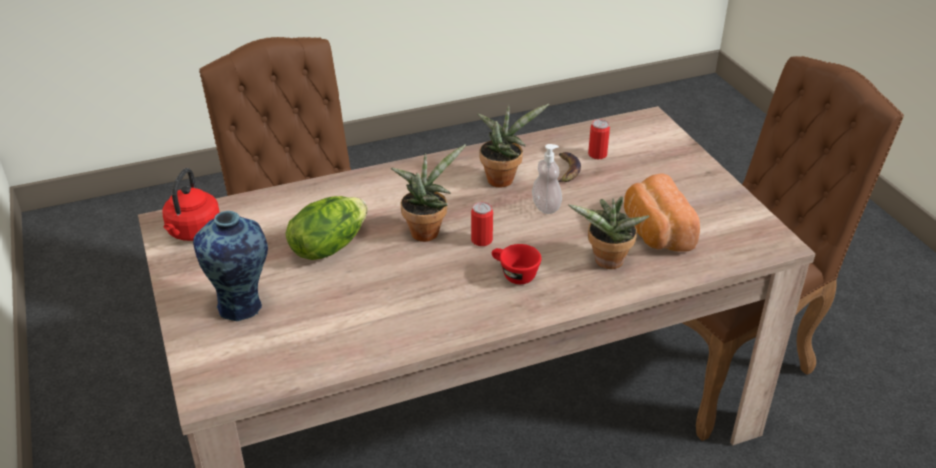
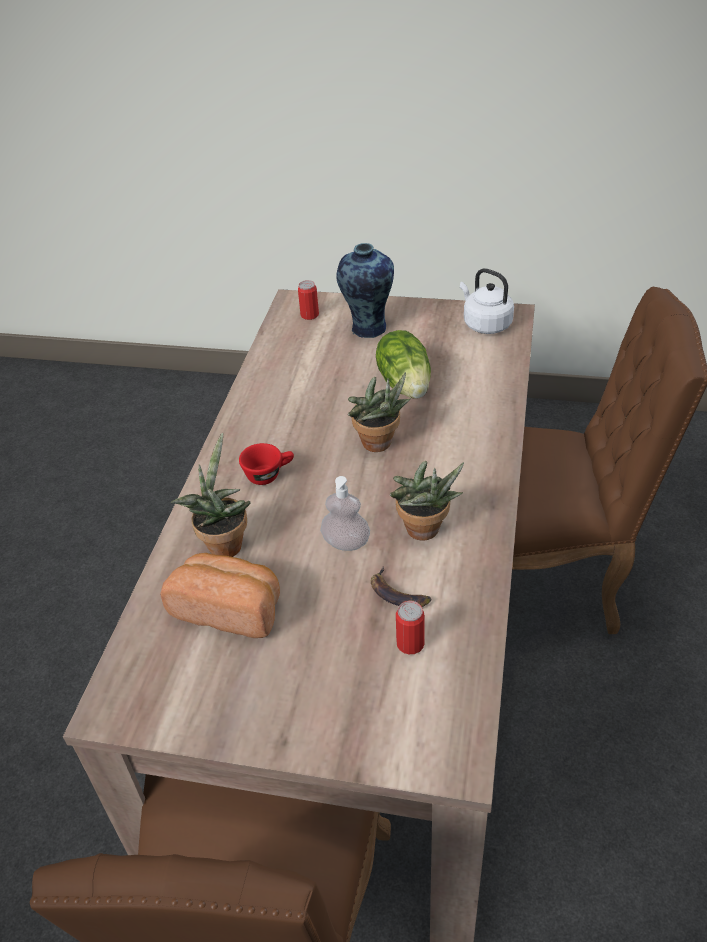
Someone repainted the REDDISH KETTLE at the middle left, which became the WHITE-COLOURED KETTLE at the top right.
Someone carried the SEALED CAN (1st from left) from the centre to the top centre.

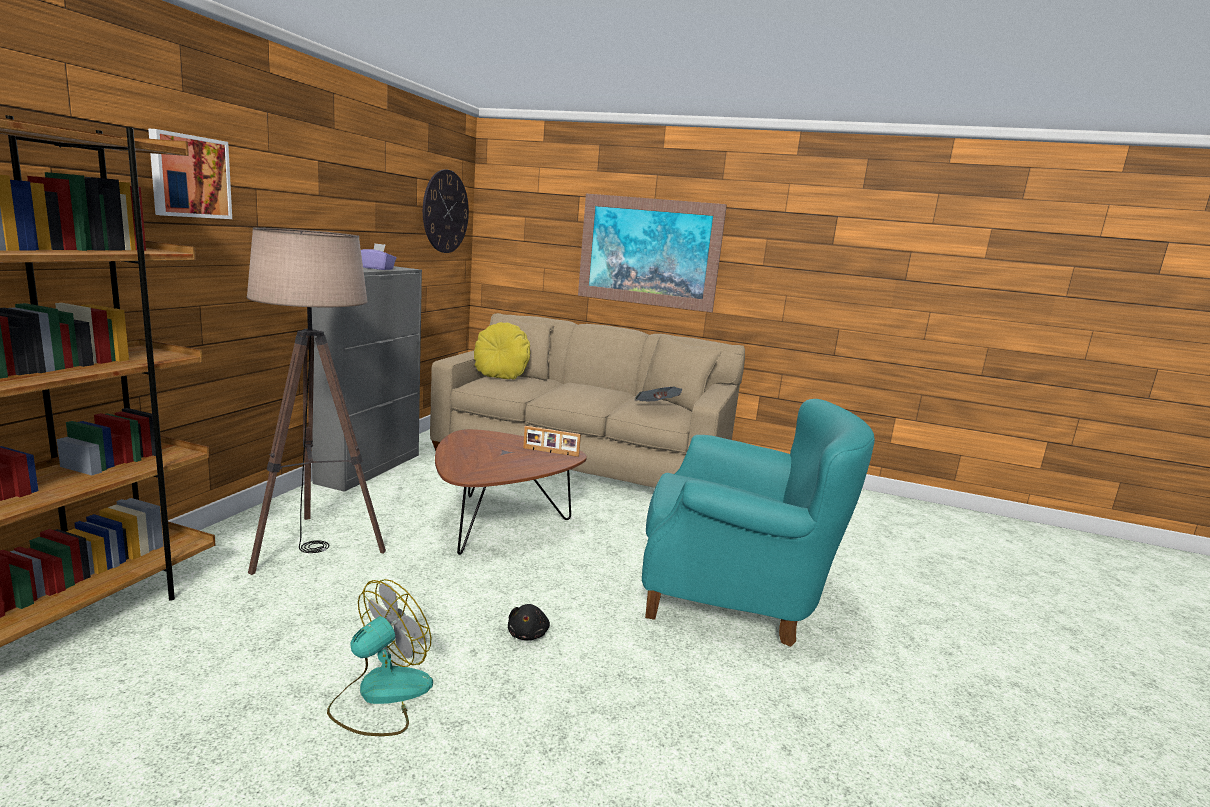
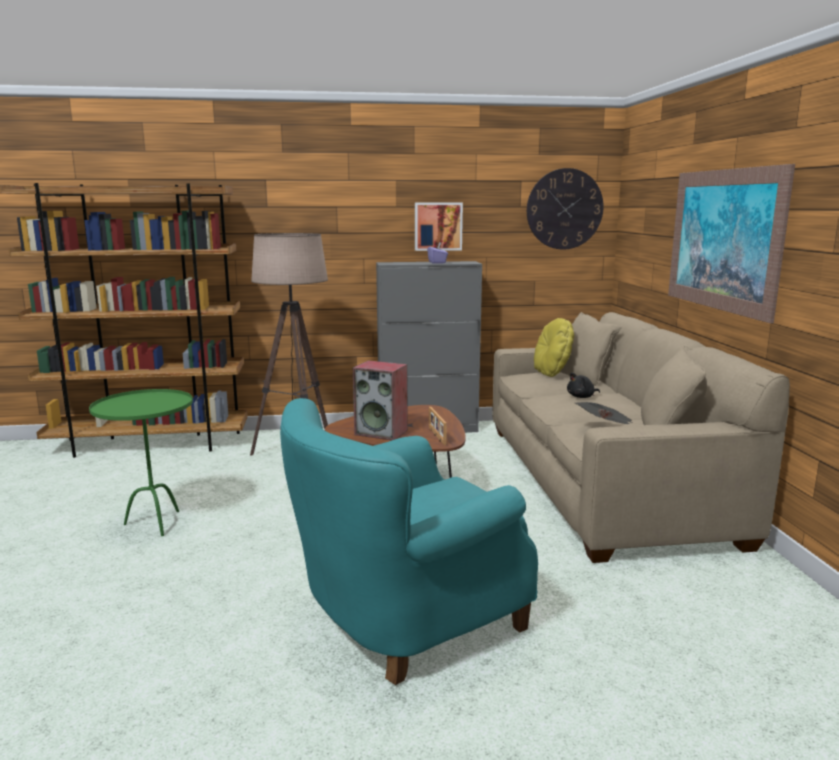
Someone carried the WALL PICTURE (1st from left) from the top left to the top centre.
Someone rotated the TURQUOISE-COLOURED LOUNGE CHAIR at the centre by 75 degrees clockwise.
Someone swapped the ELECTRIC FAN at the bottom left for the GREEN-COLOURED SIDE TABLE at the middle left.
Someone carried the BLACKISH CUDDLY TOY from the bottom centre to the middle right.
Someone put down the LOUDSPEAKER at the centre.

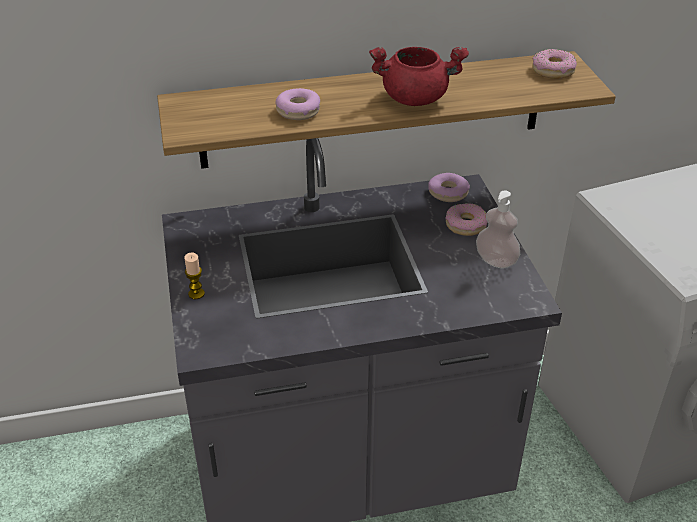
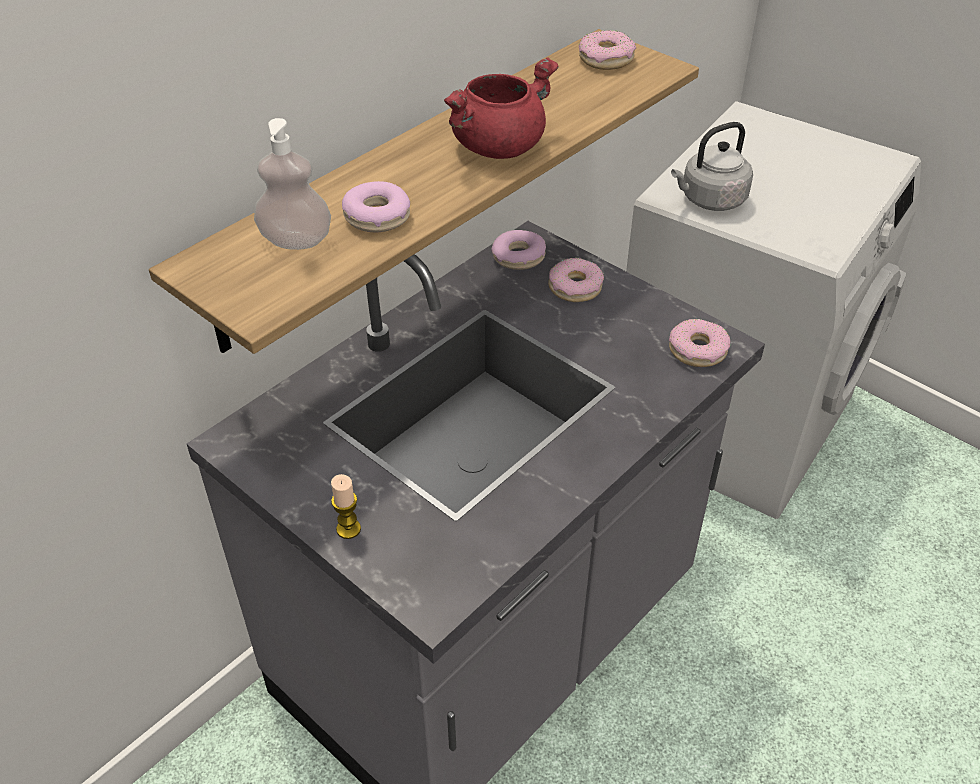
Someone carried the SOAP DISPENSER from the middle right to the top left.
Someone put down the GREY KETTLE at the top right.
Someone put down the RING DOUGHNUT (5th from left) at the middle right.

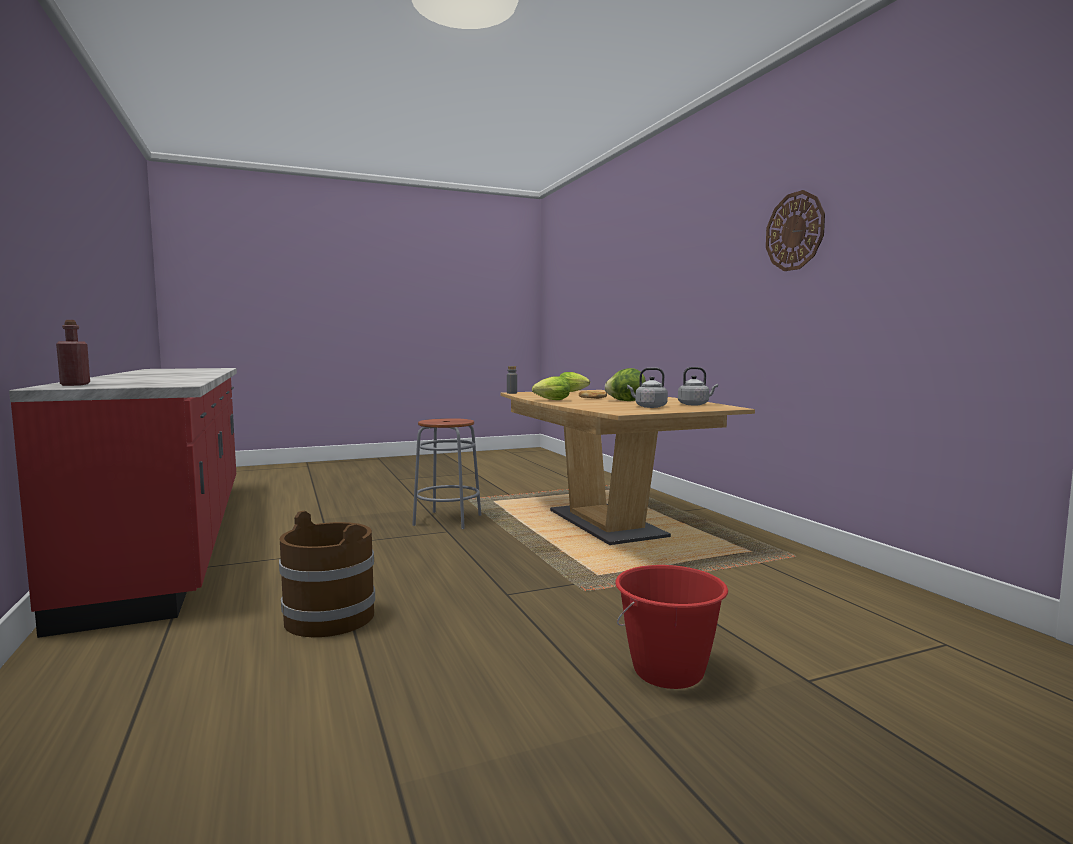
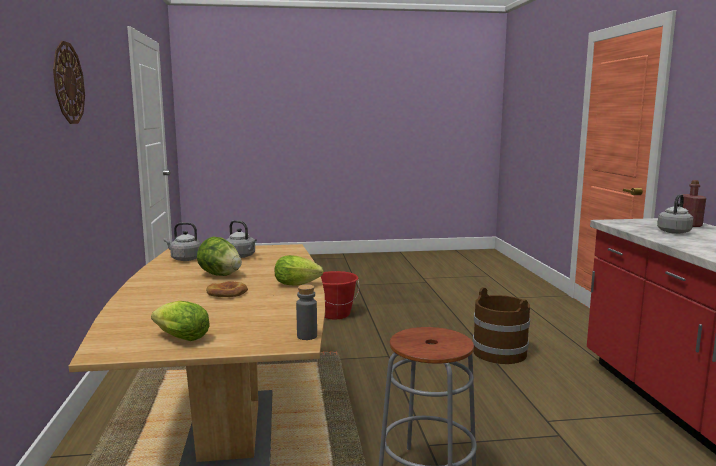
Someone put down the GREY KETTLE (3rd from left) at the middle right.

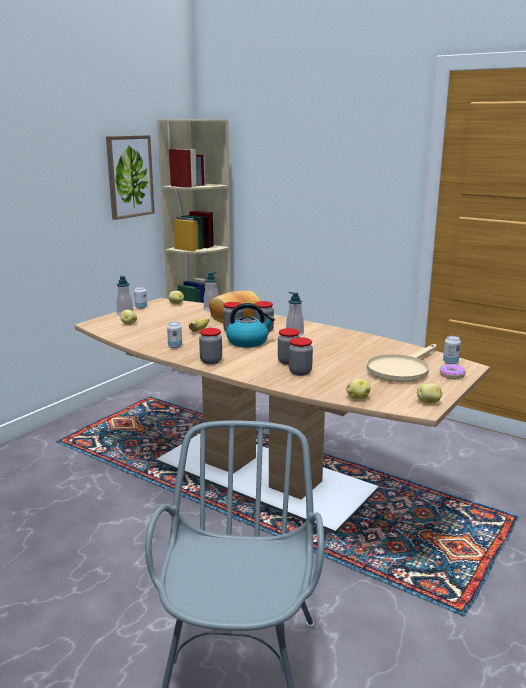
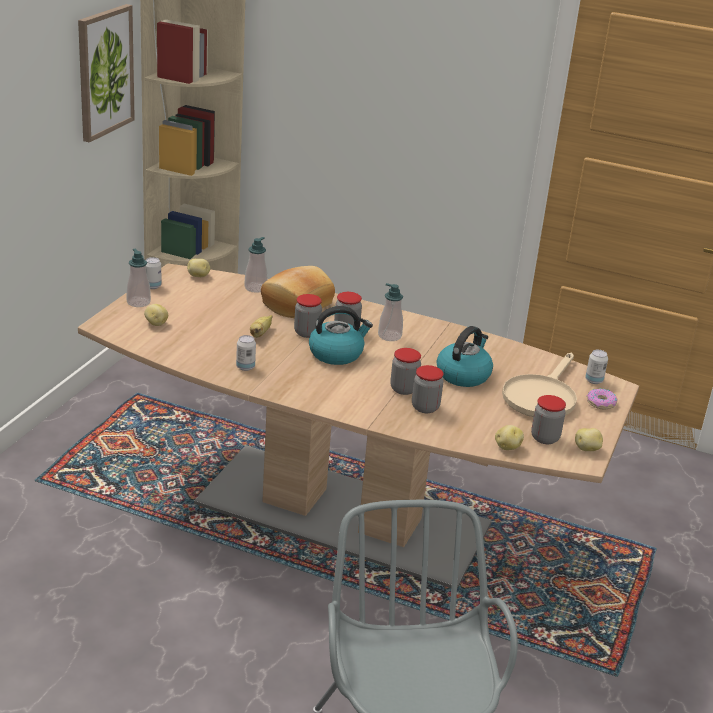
Someone carried the JAR (1st from left in the first image) from the centre to the middle right.
Someone put down the KETTLE (2nd from left) at the centre.

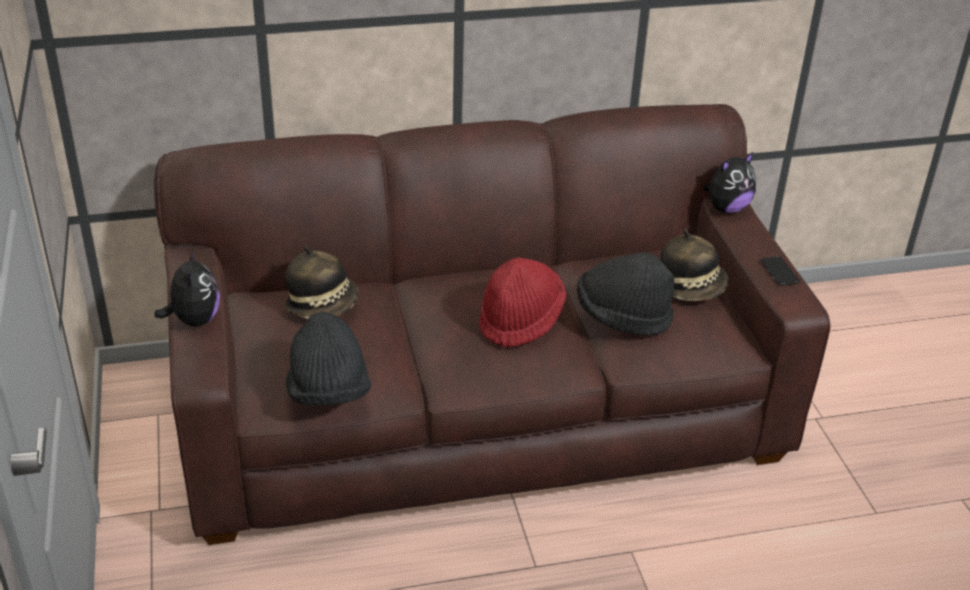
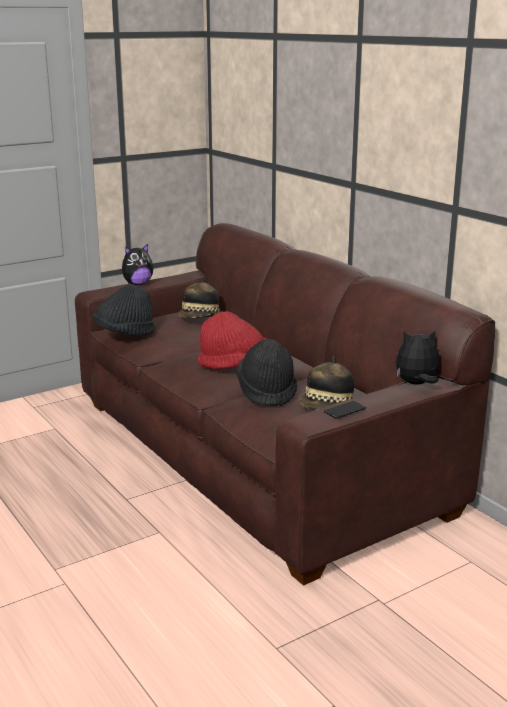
Someone rotated the CUDDLY TOY (2nd from left) at the top right by 135 degrees clockwise.

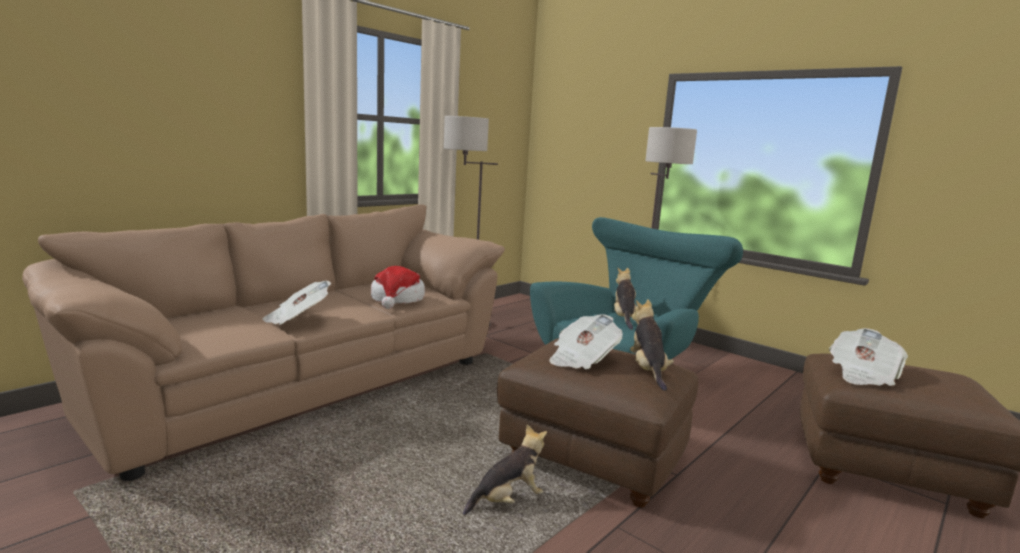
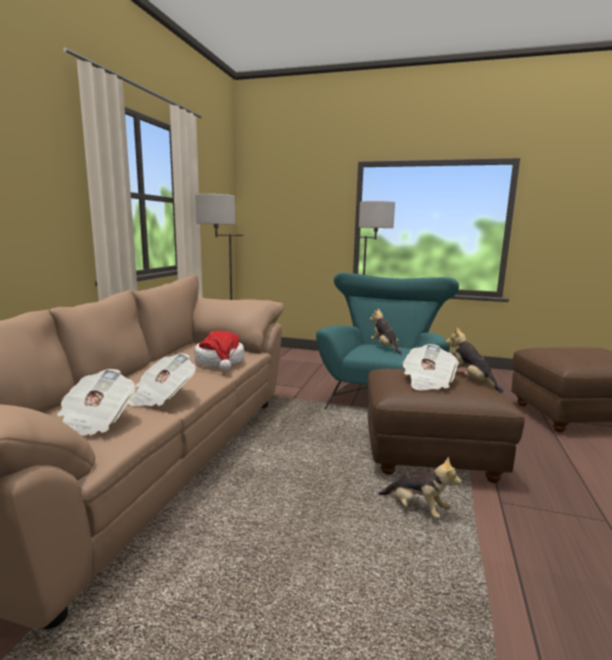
Someone carried the NEWSPAPER (3rd from left in the first image) from the middle right to the middle left.
Someone rotated the CUDDLY TOY (1st from left in the first image) at the bottom centre by 90 degrees clockwise.

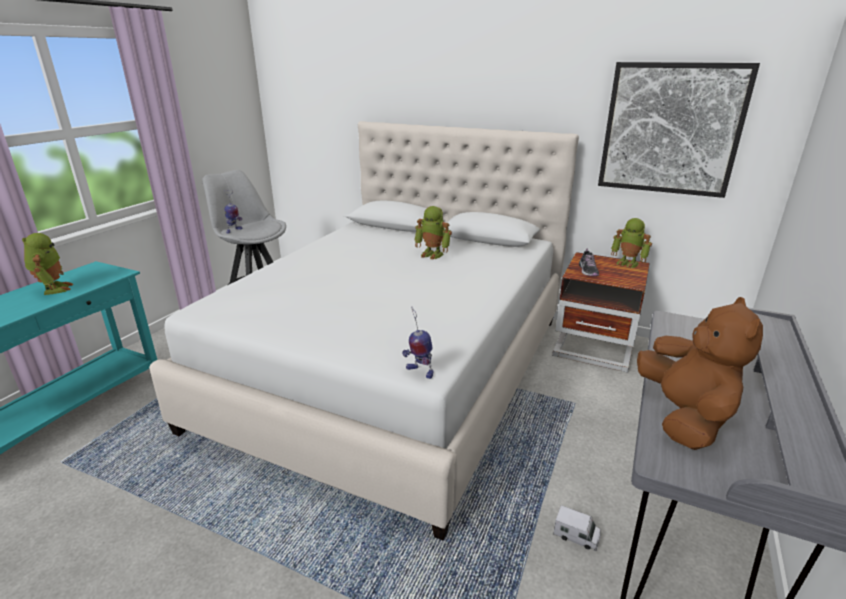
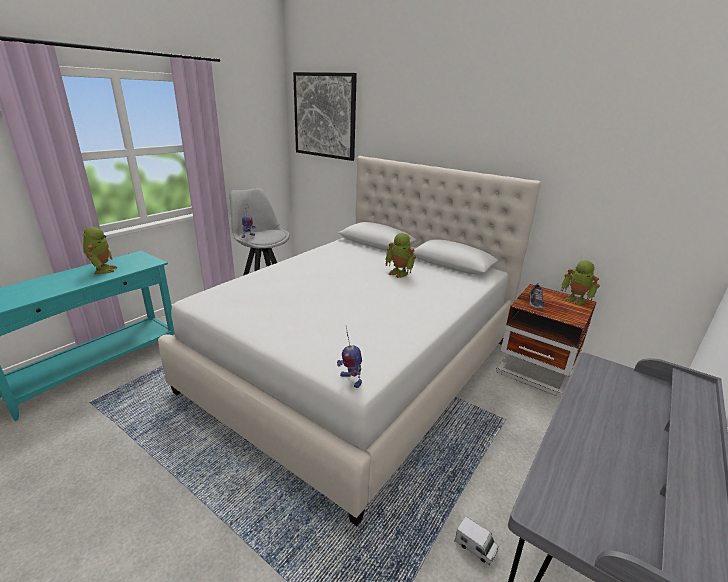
Someone carried the WALL PICTURE from the top right to the top centre.
Someone took away the BROWNISH CUDDLY TOY at the middle right.

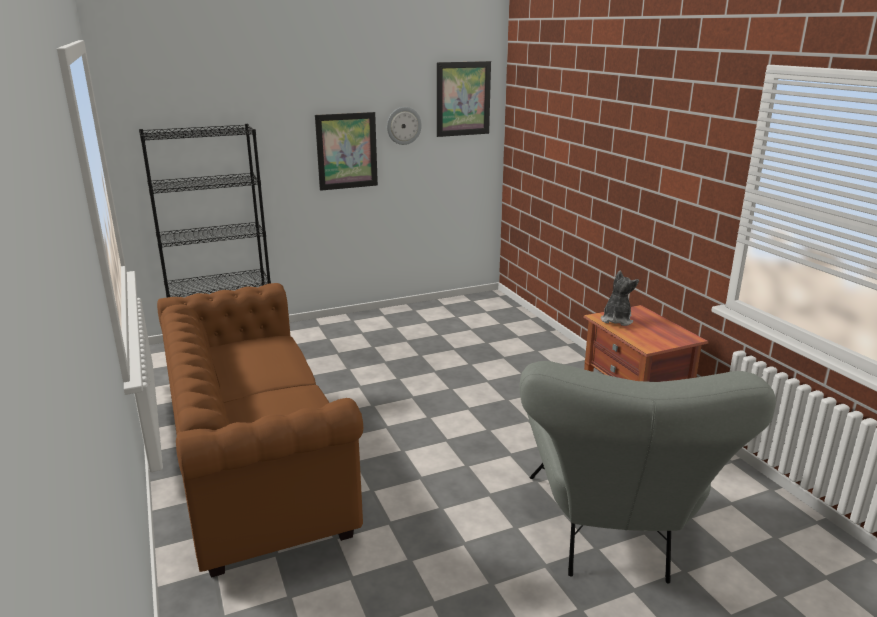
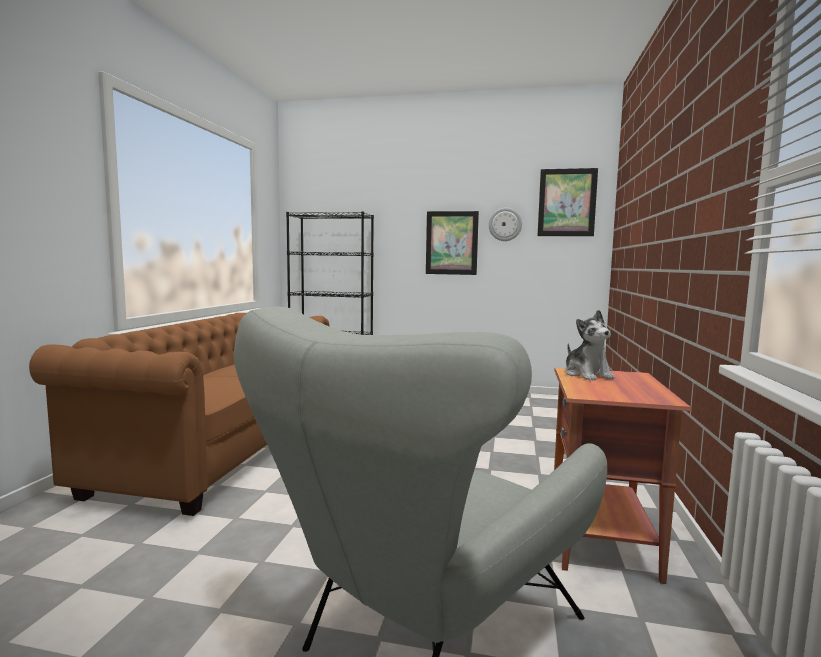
Someone rotated the CUDDLY TOY at the middle right by 105 degrees clockwise.

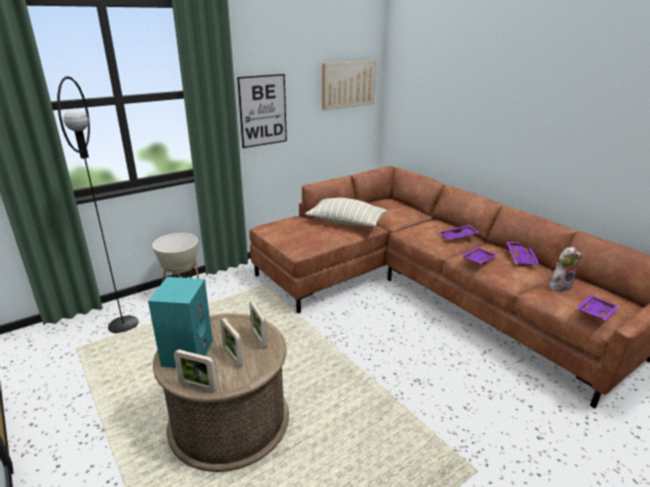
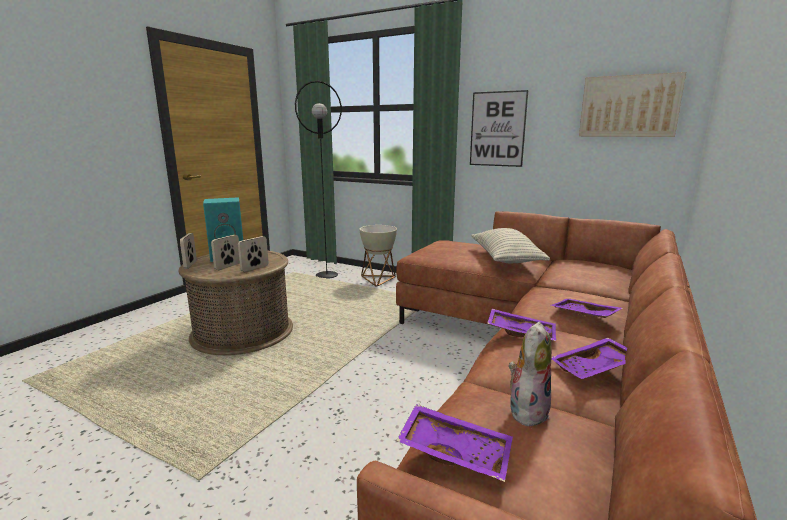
Someone rotated the CUDDLY TOY at the middle right by 105 degrees counterclockwise.

